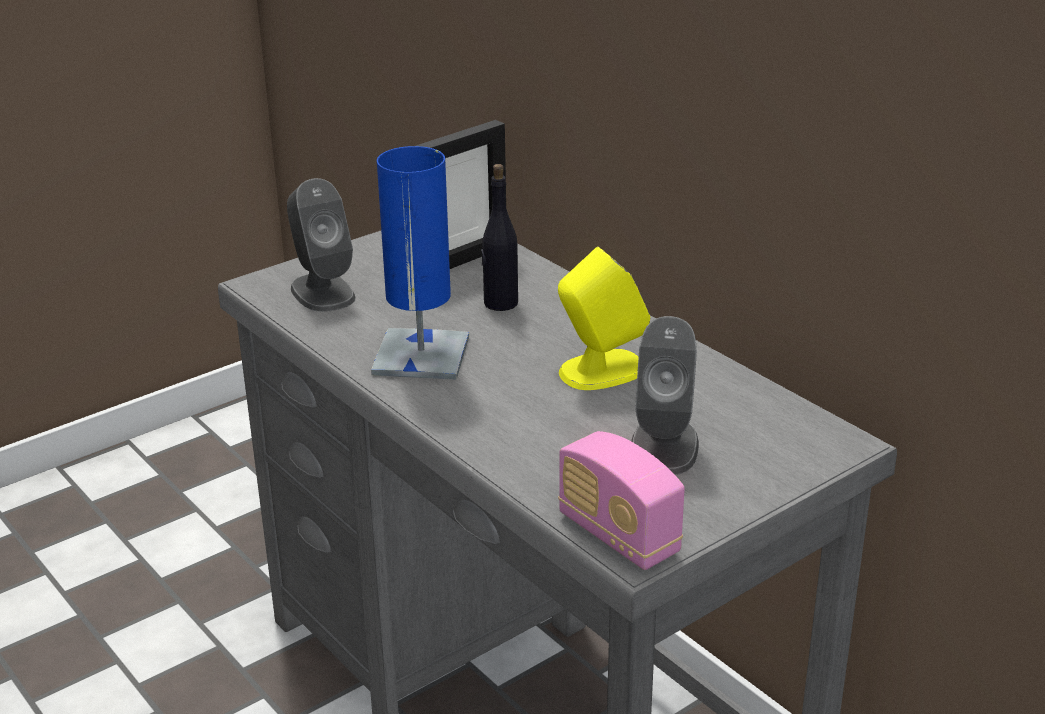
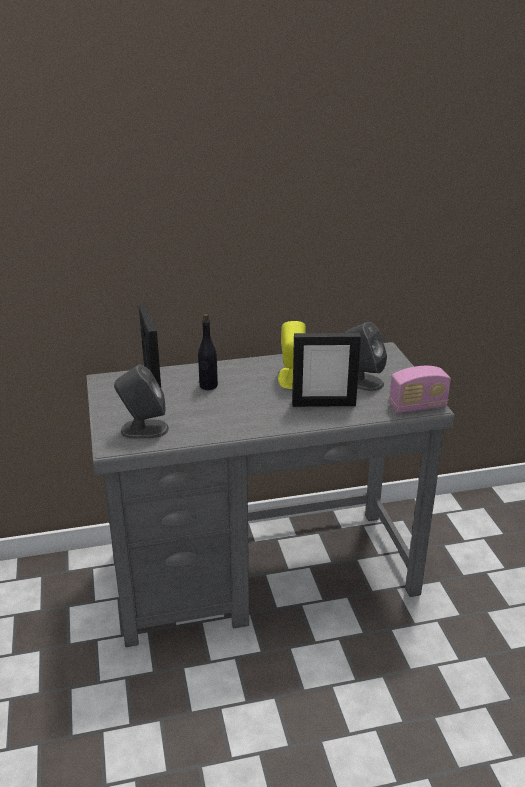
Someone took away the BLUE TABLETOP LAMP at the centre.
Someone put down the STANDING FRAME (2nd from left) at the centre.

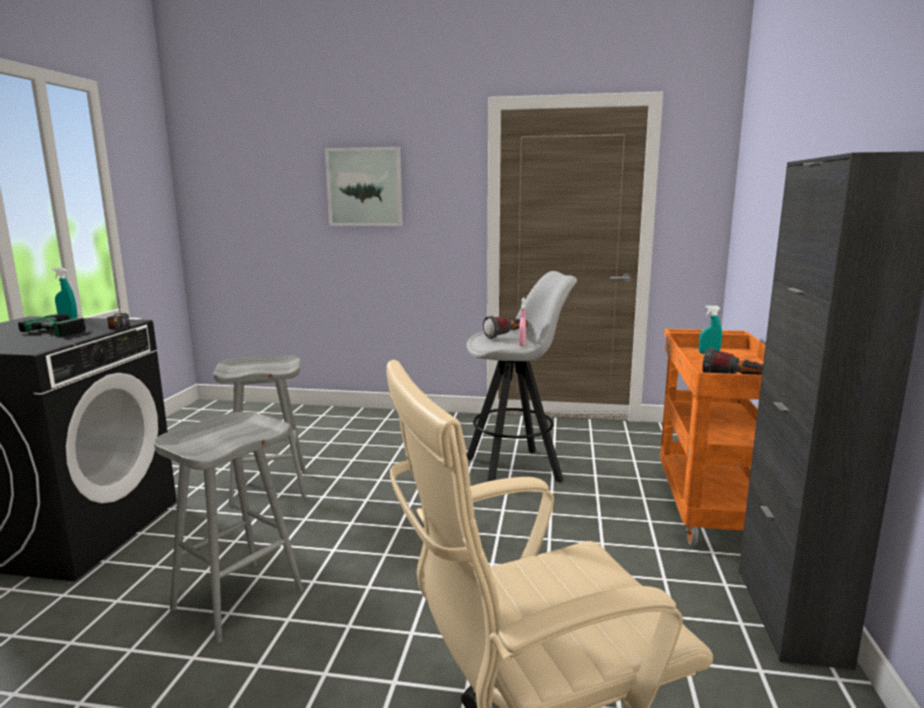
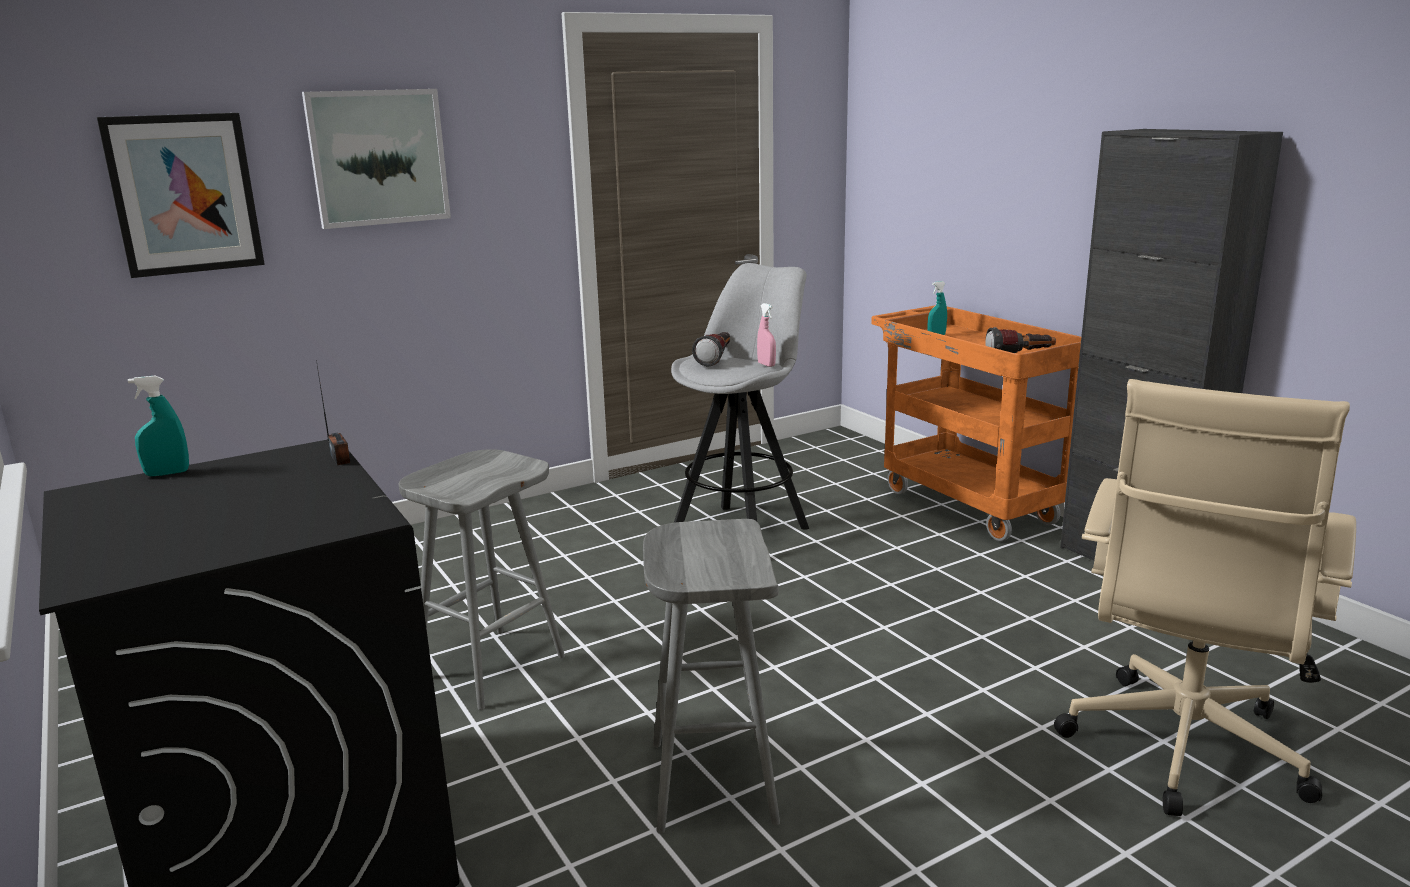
Someone took away the ELECTRIC DRILL at the middle left.
Someone put up the WALL PICTURE (1st from left) at the top left.

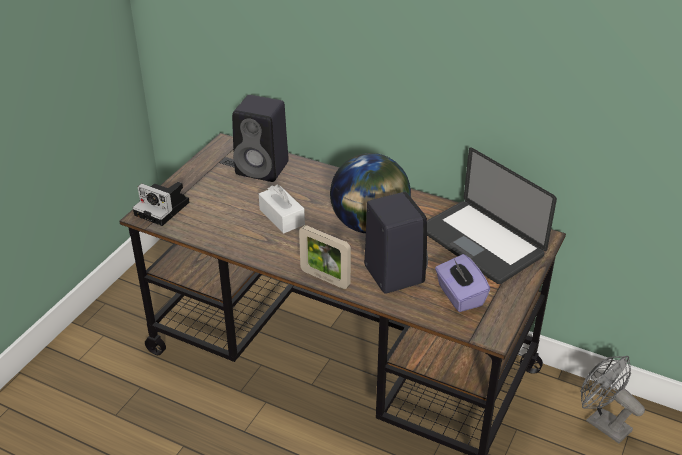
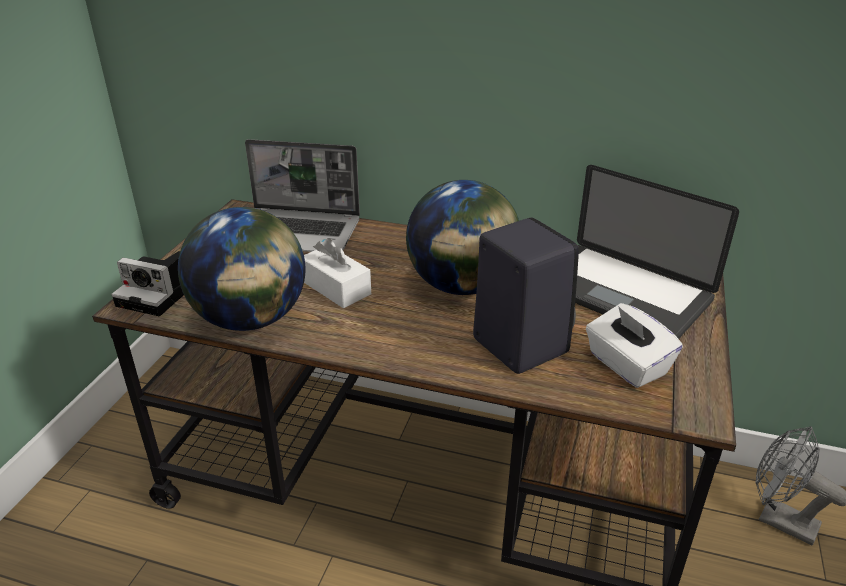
Someone swapped the BLACKISH LOUDSPEAKER (1st from left) at the top centre for the PORTABLE COMPUTER (1st from left) at the top centre.
Someone took away the STANDING FRAME at the centre.
Someone repainted the PURPLE-COLOURED TISSUE HOLDER at the middle right, which became the WHITE-COLOURED TISSUE HOLDER (2nd from left) at the middle right.
Someone put down the WORLD GLOBE (1st from left) at the middle left.

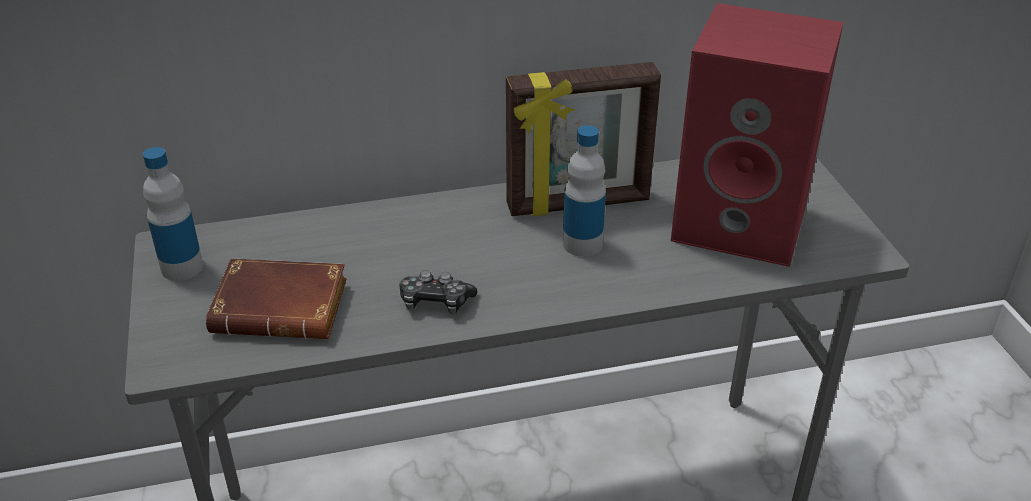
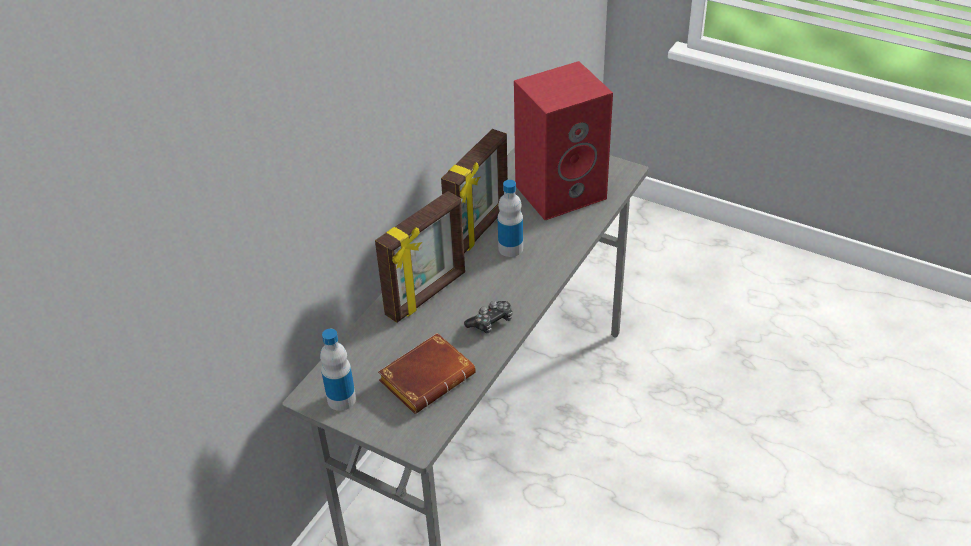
Someone put down the STANDING FRAME (1st from left) at the centre.

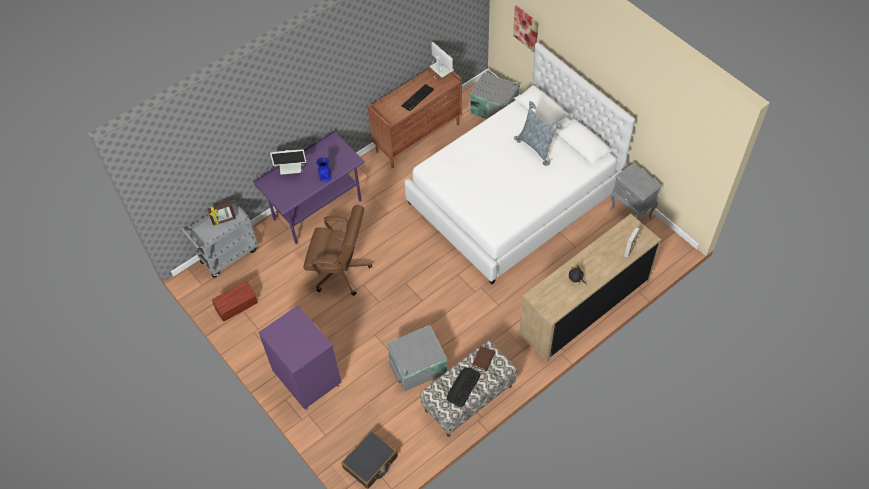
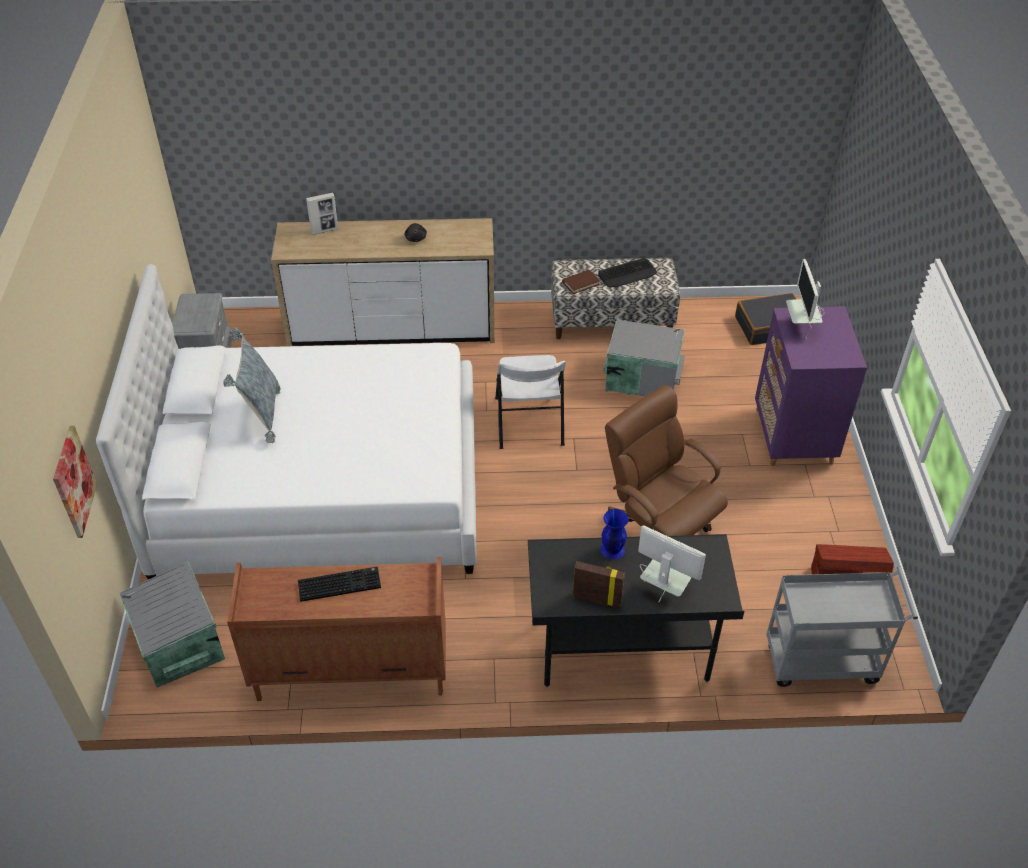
Someone carried the COMPUTER DISPLAY (2nd from left) from the top centre to the middle right.
Someone repainted the PURPLE-COLOURED DESK at the centre, which became the BLACKISH DESK at the bottom centre.
Someone carried the STANDING FRAME (1st from left in the first image) from the middle left to the bottom centre.
Someone put down the WHITE-COLOURED PLAIN CHAIR at the centre.

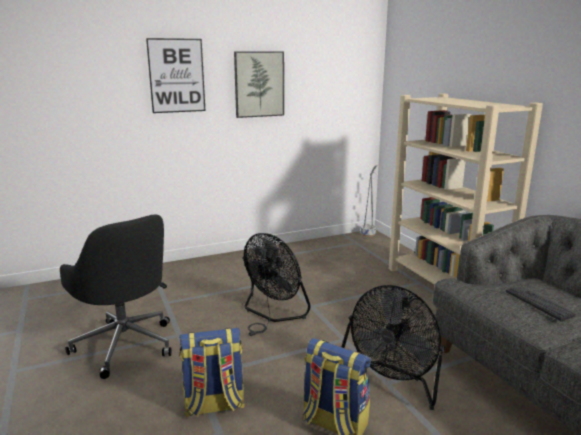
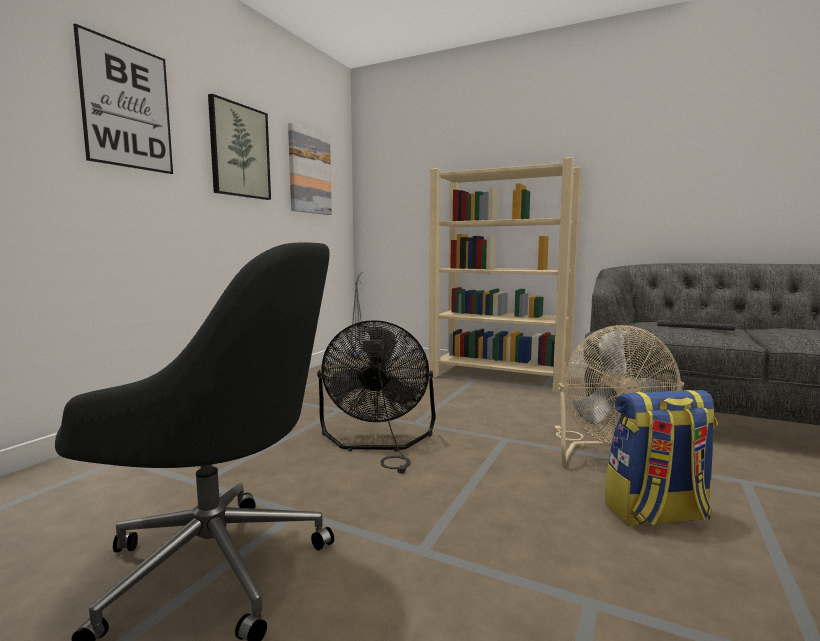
Someone repainted the BLACKISH ELECTRIC FAN (2nd from left) at the bottom right, which became the SAND-COLOURED ELECTRIC FAN at the middle right.
Someone took away the KNAPSACK (1st from left) at the bottom centre.
Someone put up the WALL PICTURE (3rd from left) at the top centre.

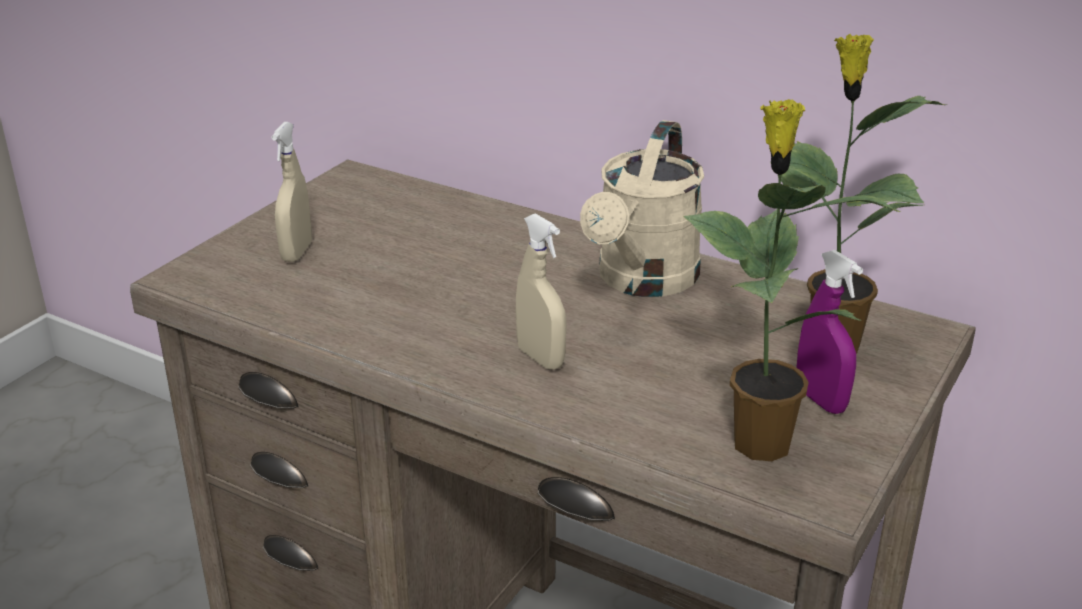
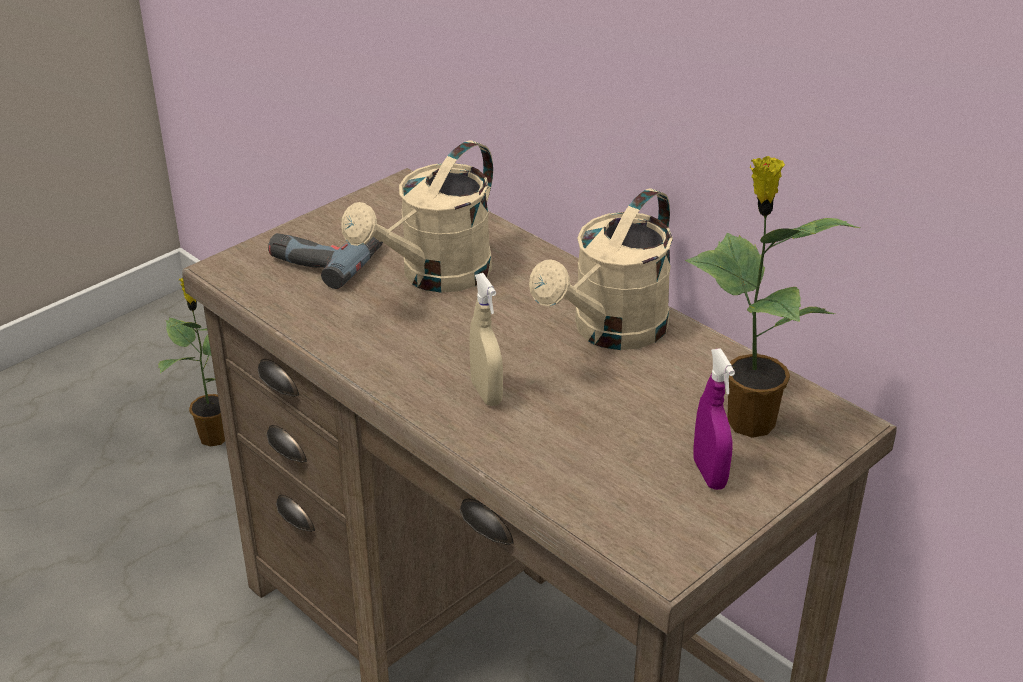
Someone carried the PLANT IN A POT (1st from left) from the middle right to the middle left.
Someone swapped the SAND-COLOURED SPRAY BOTTLE (1st from left) at the top left for the ELECTRIC DRILL at the middle left.
Someone put down the SAND-COLOURED SPRINKLING CAN (1st from left) at the top centre.

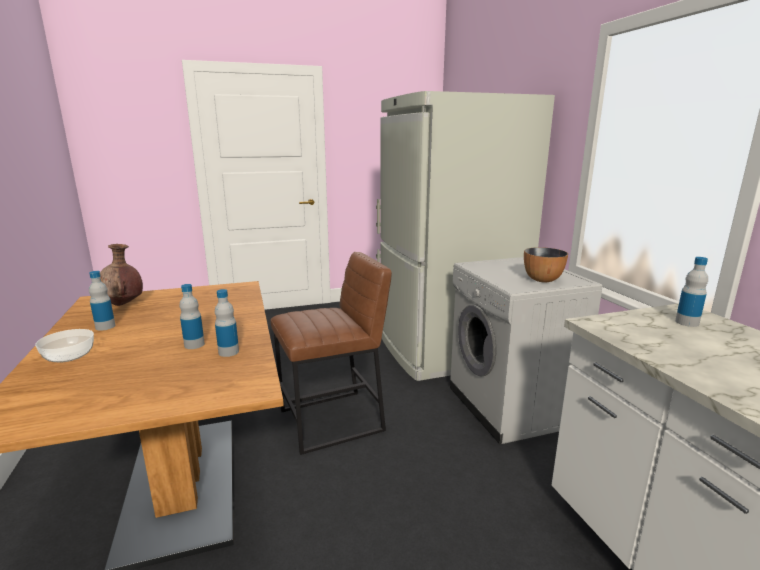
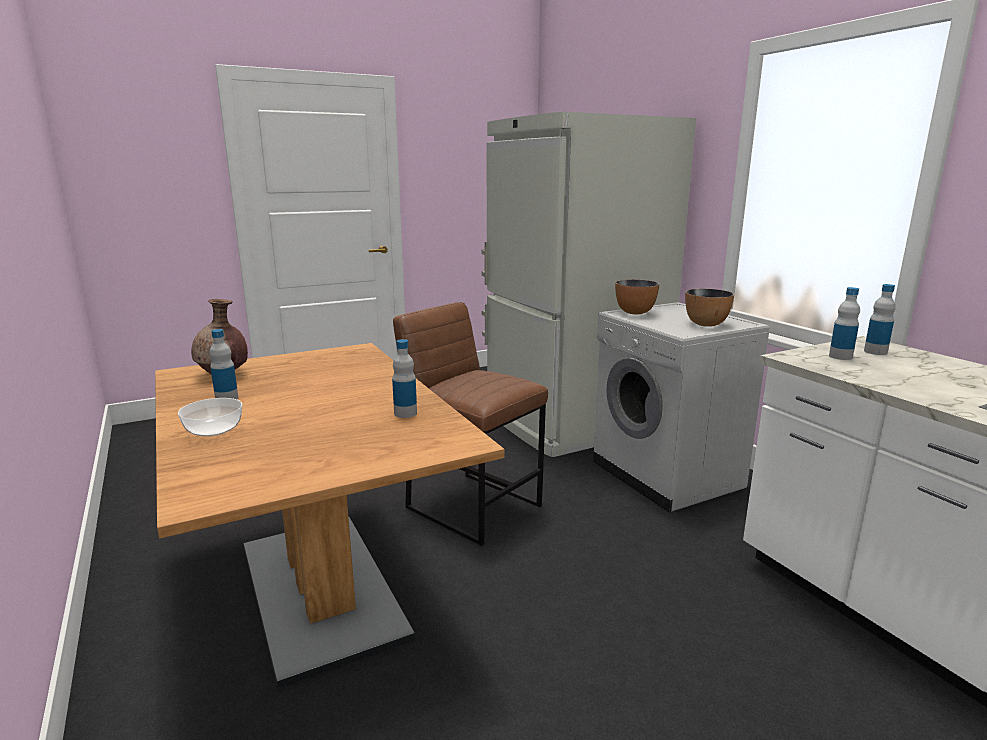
Someone rotated the BROWNISH PLAIN CHAIR at the centre by 105 degrees counterclockwise.
Someone carried the BEVERAGE BOTTLE (2nd from left in the first image) from the middle left to the middle right.
Someone put down the BOWL (2nd from left) at the centre.

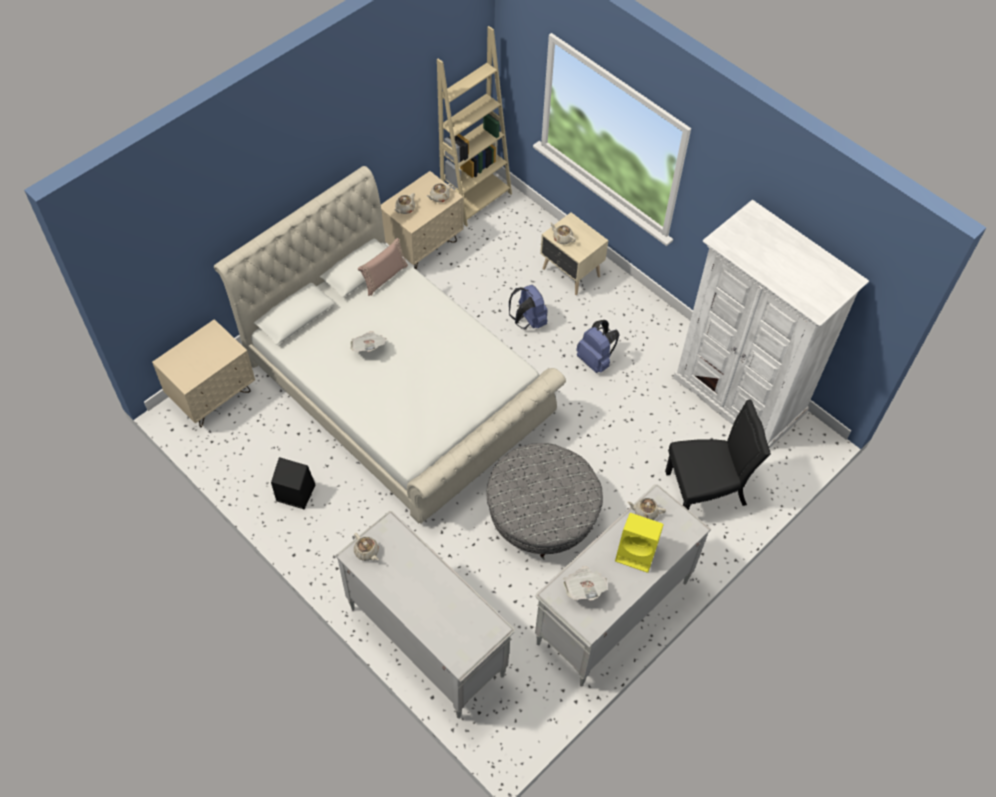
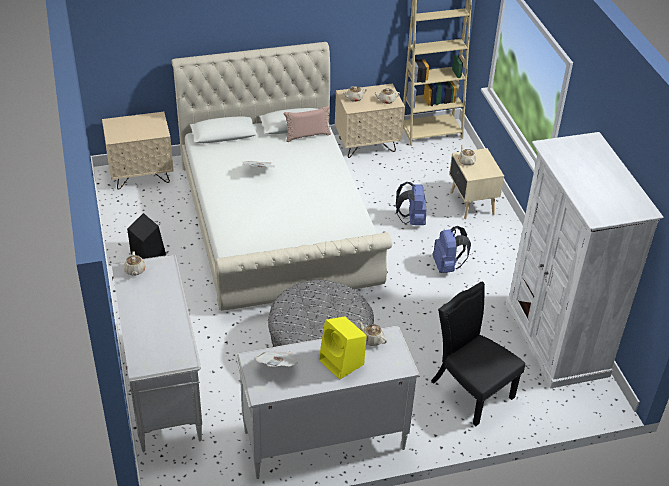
Someone rotated the BLACKISH PLAIN CHAIR at the middle right by 150 degrees counterclockwise.

